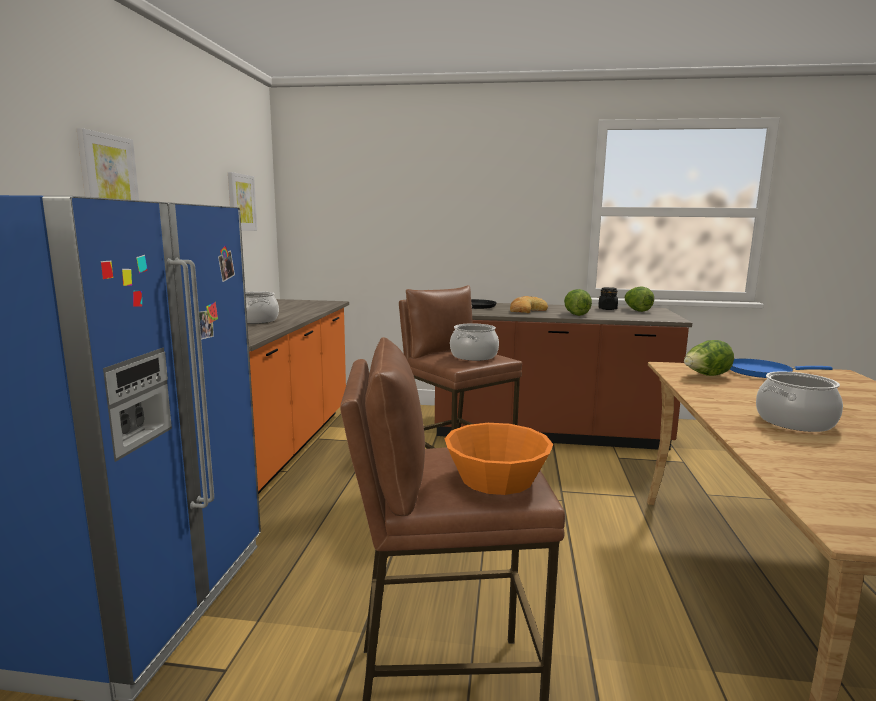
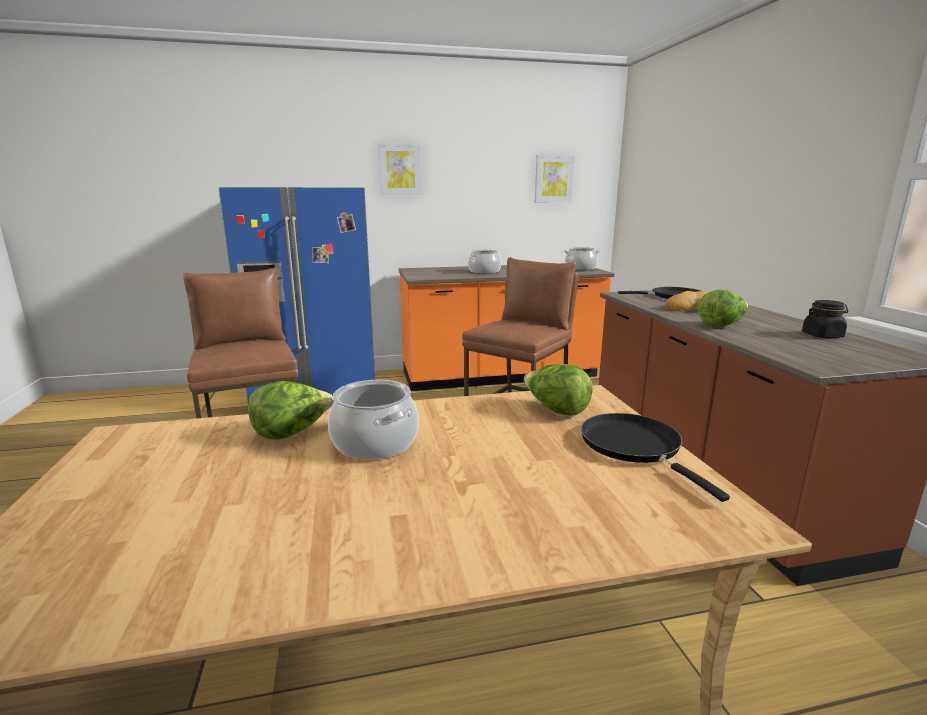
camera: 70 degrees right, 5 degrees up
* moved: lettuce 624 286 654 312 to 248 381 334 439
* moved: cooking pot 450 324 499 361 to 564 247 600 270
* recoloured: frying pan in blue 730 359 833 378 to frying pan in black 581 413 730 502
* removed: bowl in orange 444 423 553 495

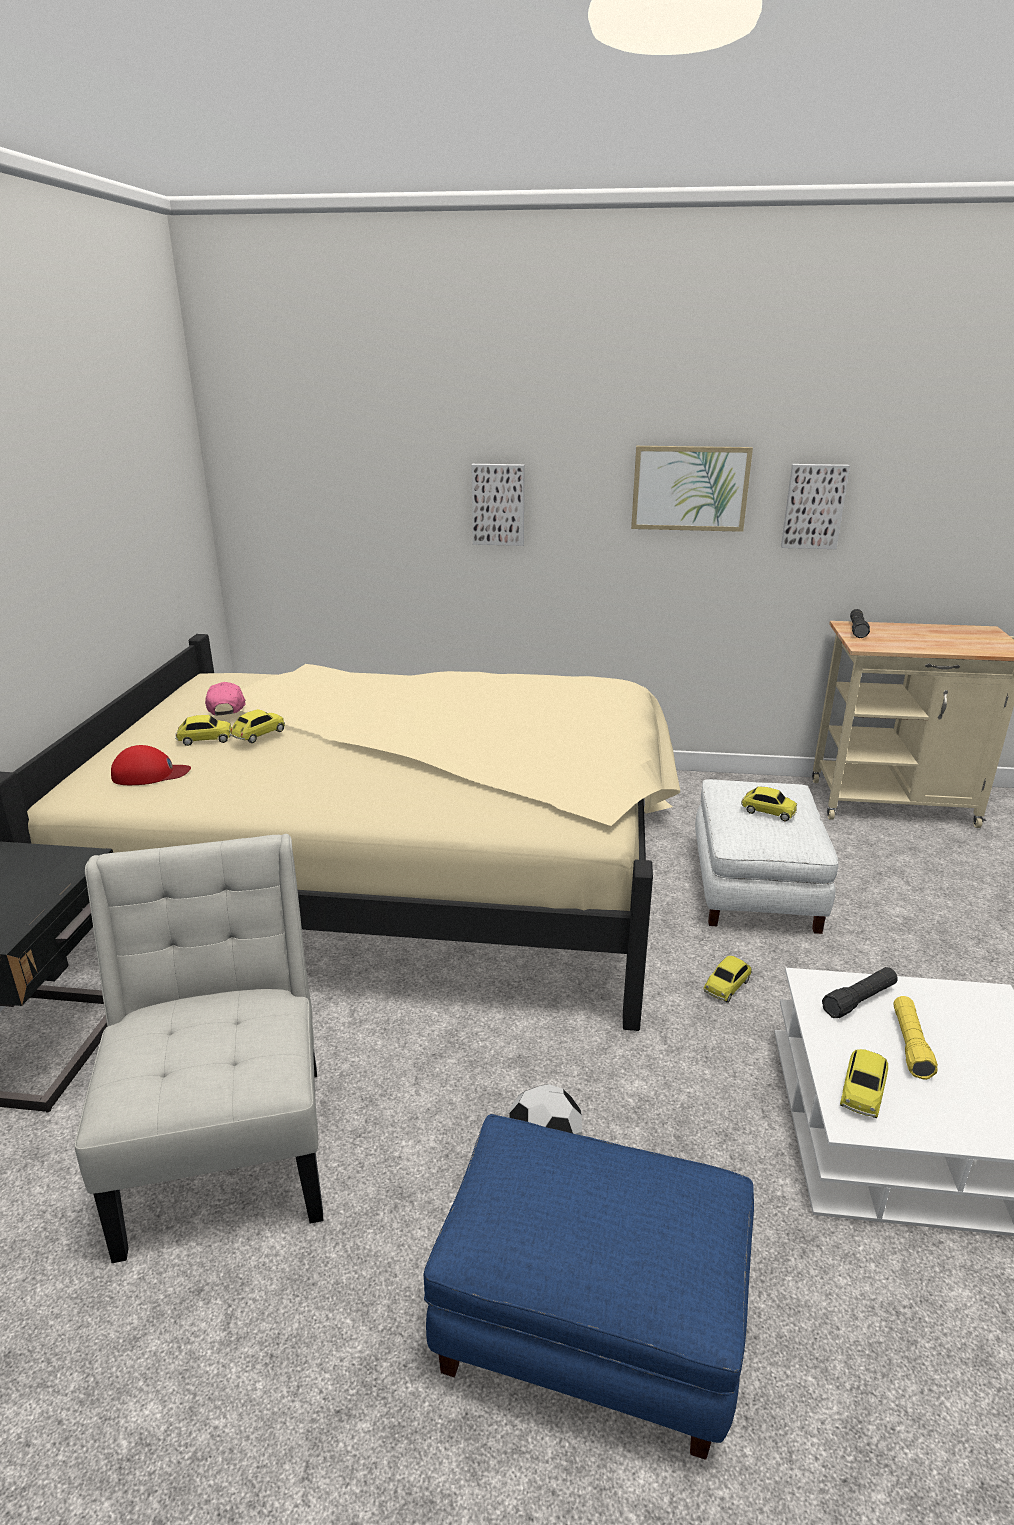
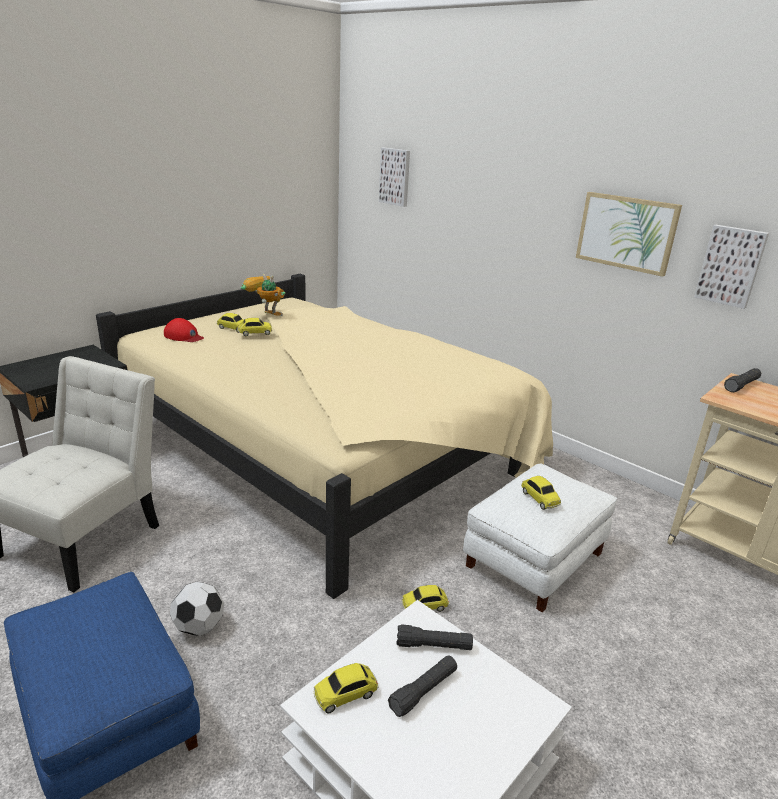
camera: 35 degrees right, 0 degrees up
* replaced: cap in pink 205 682 246 715 to toy robot 241 274 286 316
* moved: picture 471 464 525 546 to 379 148 410 207
* recoloured: flashlight in yellow 894 996 938 1080 to flashlight in black 388 656 457 717

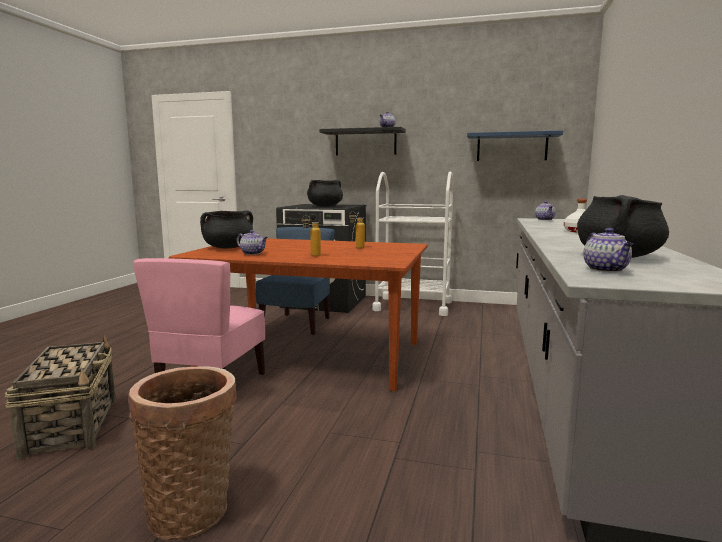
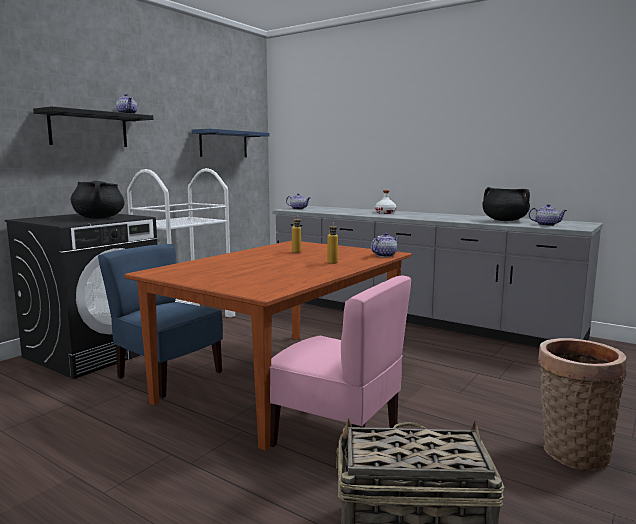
camera: 70 degrees left, 0 degrees up
* moved: teapot 237 230 268 255 to 371 232 399 257
* removed: cooking pot in black 200 210 253 248

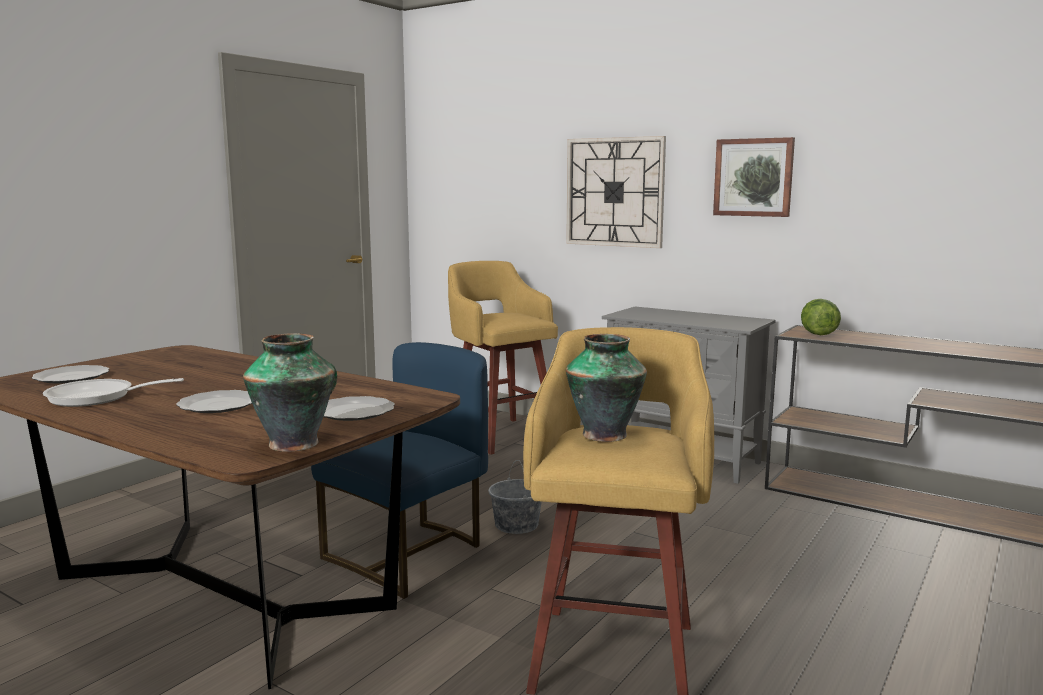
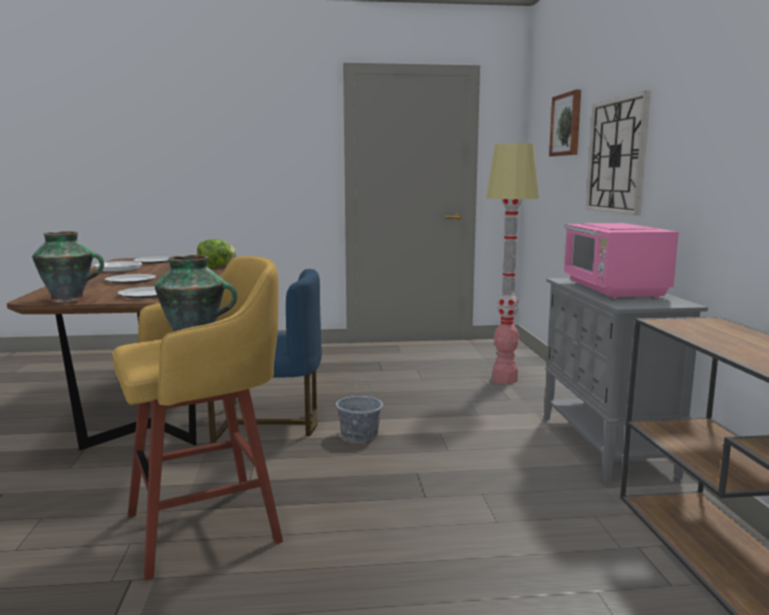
camera: 50 degrees right, 0 degrees up
* moved: lettuce 801 299 841 335 to 197 239 237 268
* replaced: stool in yellow 448 261 558 455 to floor lamp 486 143 539 384
* moved: picture 713 137 795 217 to 549 90 581 157
* added: microwave in pink 564 223 679 299

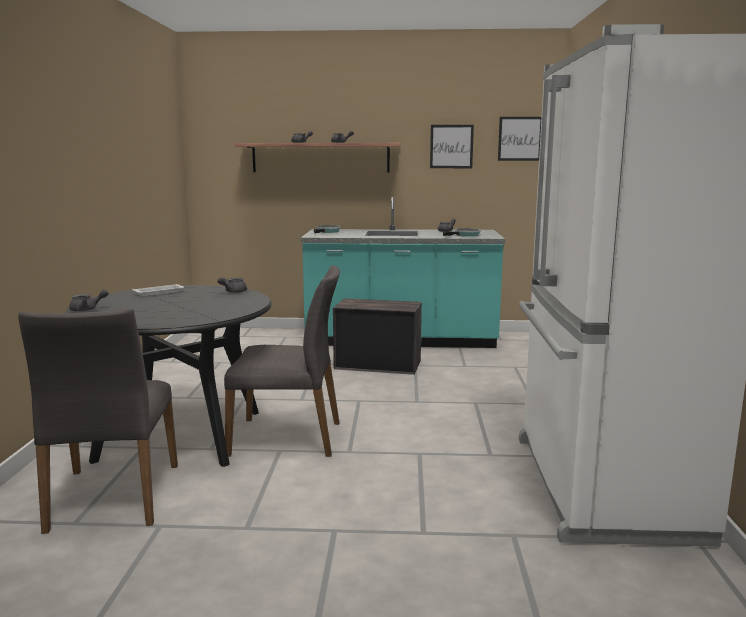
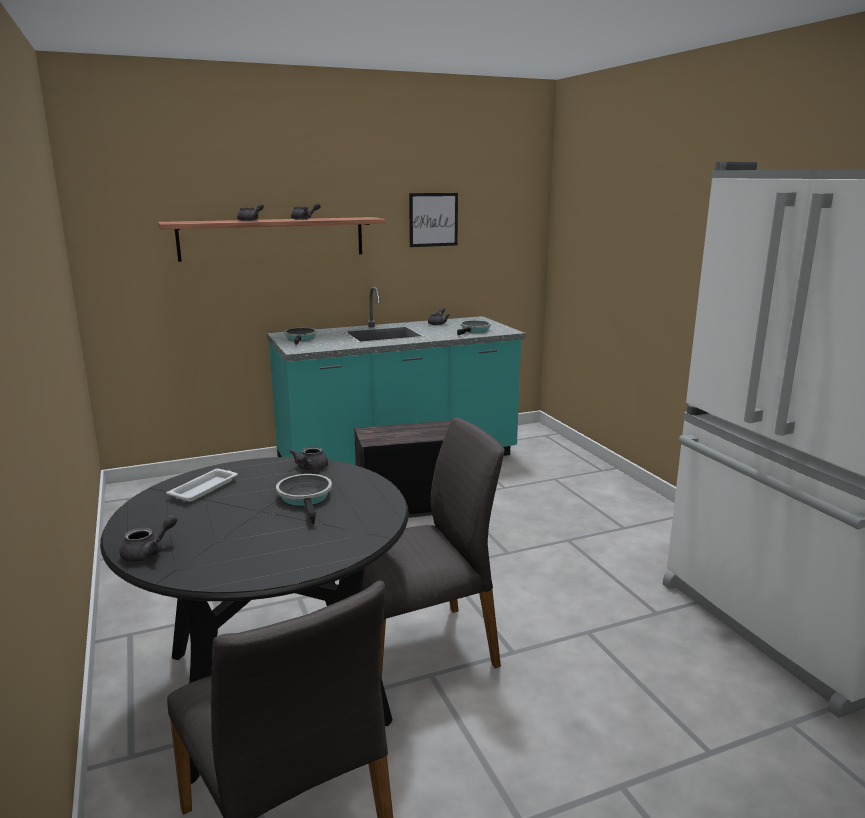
camera: 25 degrees left, 5 degrees up
* added: frying pan 276 474 332 524
* removed: picture 498 117 542 161

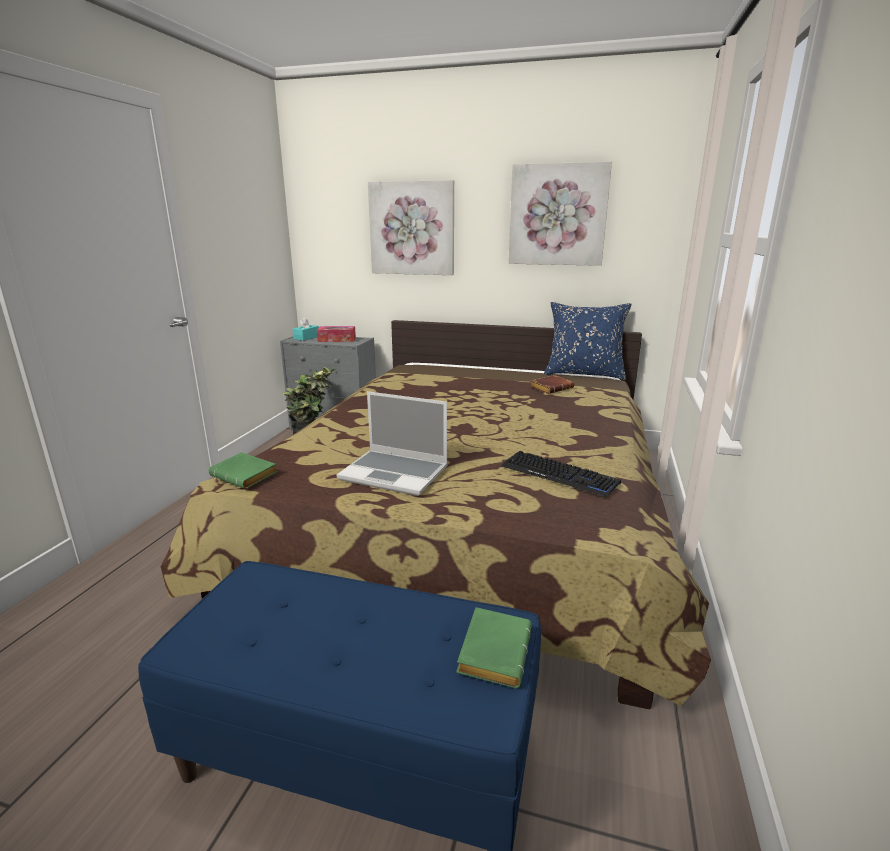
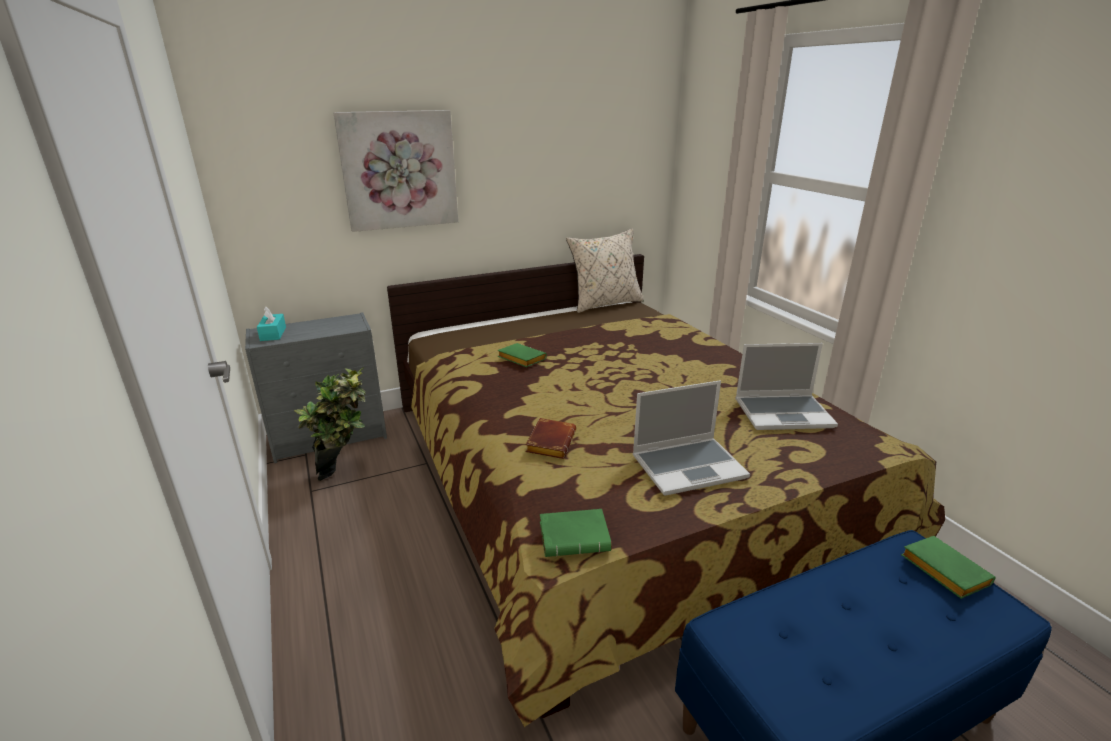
camera: 40 degrees left, 5 degrees up
* added: book in green 498 343 547 367
* moved: book in brown 530 375 574 394 to 525 418 576 459
* recoloured: pillow in blue 544 302 631 380 to pillow in beige 566 229 644 313
* replaced: keyboard 501 451 621 497 to laptop 735 343 838 430
* removed: tissue box 317 326 356 342
* removed: picture 508 162 612 266

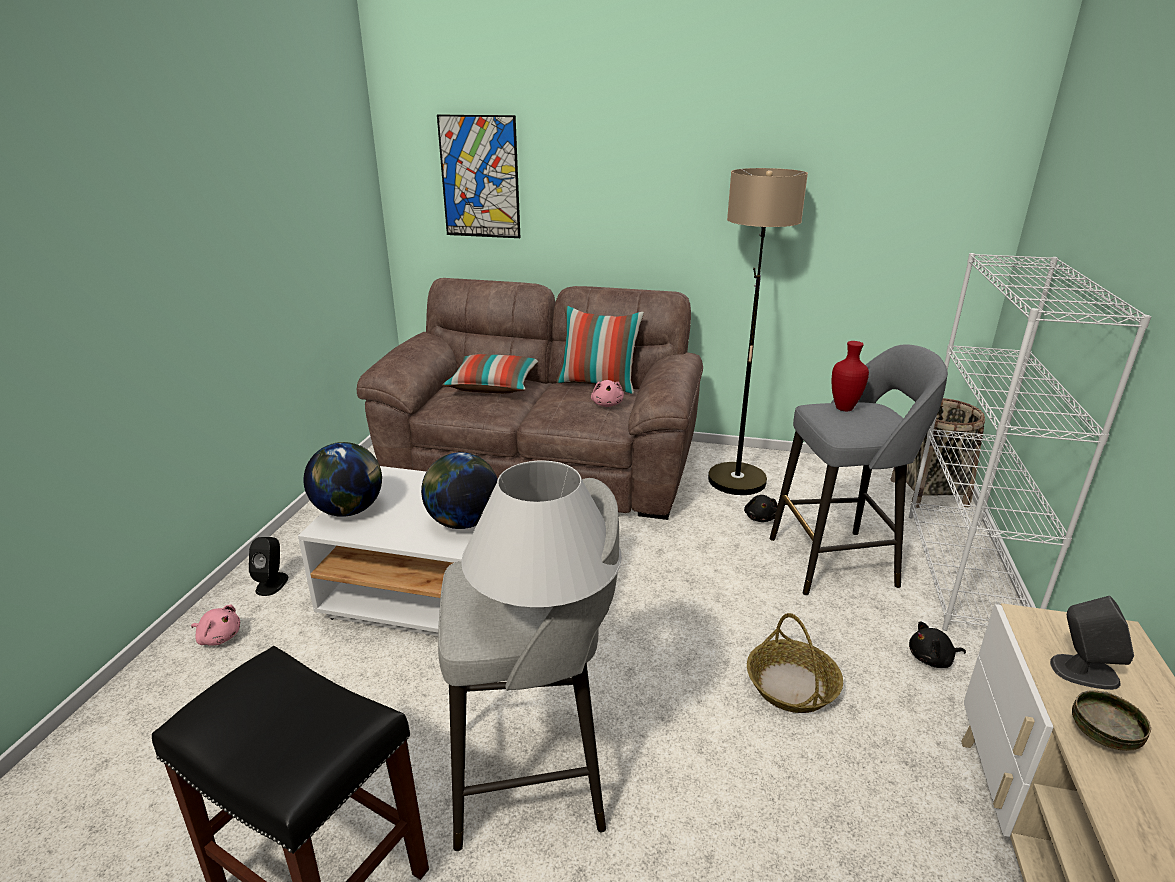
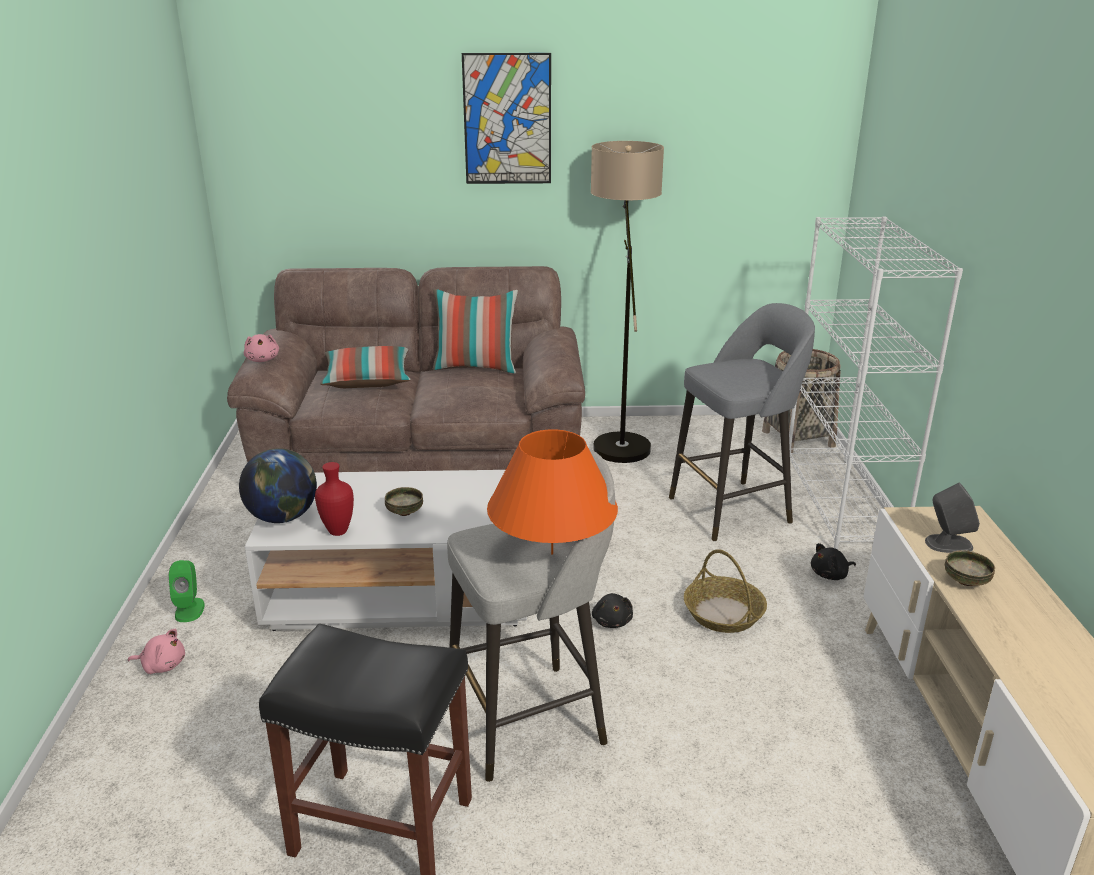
camera: 15 degrees left, 0 degrees up
* recoloured: speaker in black 249 537 288 596 to speaker in green 168 560 205 622
* moved: plush toy in pink 591 380 624 407 to 244 334 279 362
* moved: vase in red 832 341 869 411 to 315 462 354 536
* replaced: globe 421 452 498 529 to bowl 385 487 423 516
* moved: picture 437 115 521 238 to 462 53 551 184
* recoloured: table lamp in white 461 461 622 610 to table lamp in orange 487 429 618 555
* moved: plush toy in black 744 495 778 522 to 592 593 633 628

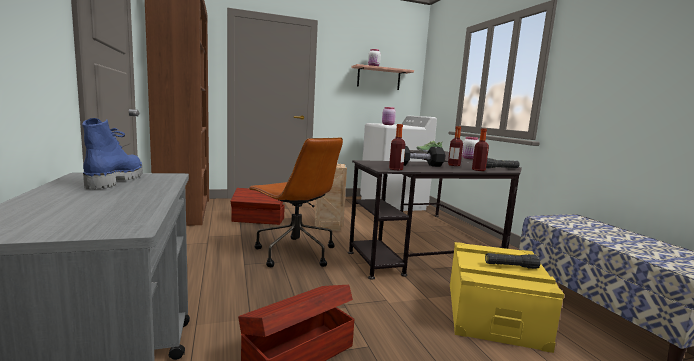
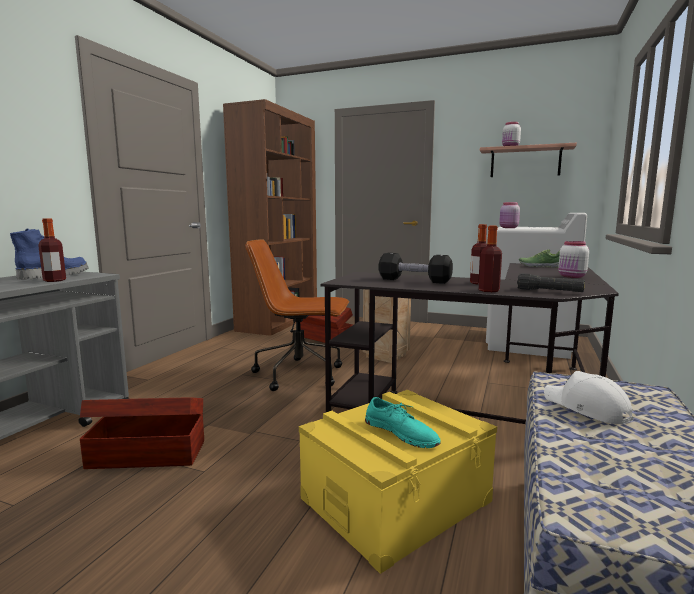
camera: 40 degrees right, 0 degrees up
* moved: bottle 389 124 405 170 to 38 218 66 282
* turned: office chair in brown 248 137 343 267 = 245 239 349 391 105 degrees clockwise
* replaced: flashlight in black 485 253 541 269 to shoe in turquoise 365 397 441 448
* added: cap in white 544 371 634 424

